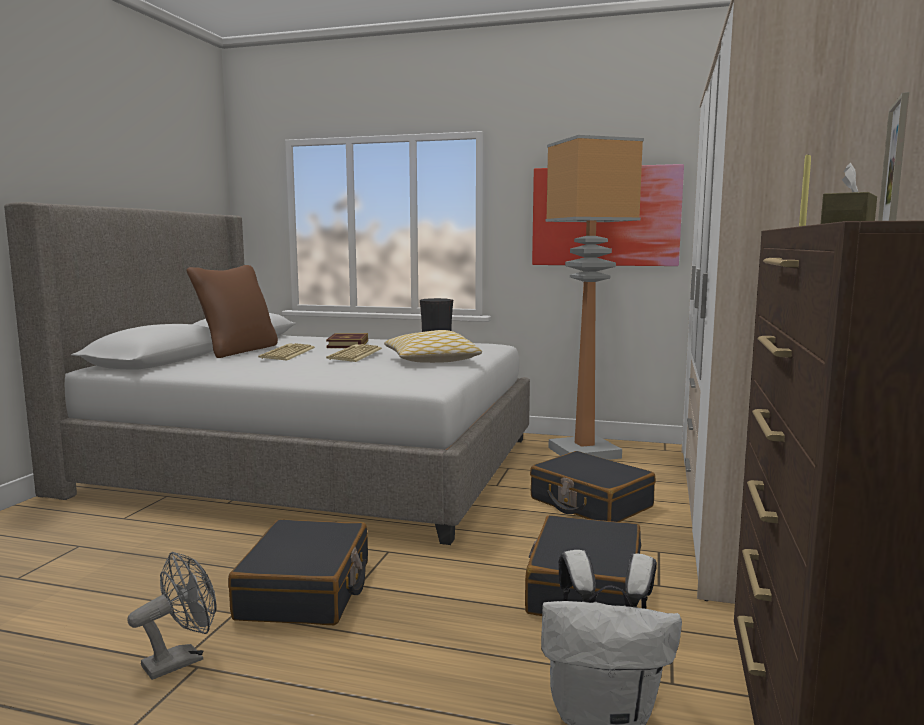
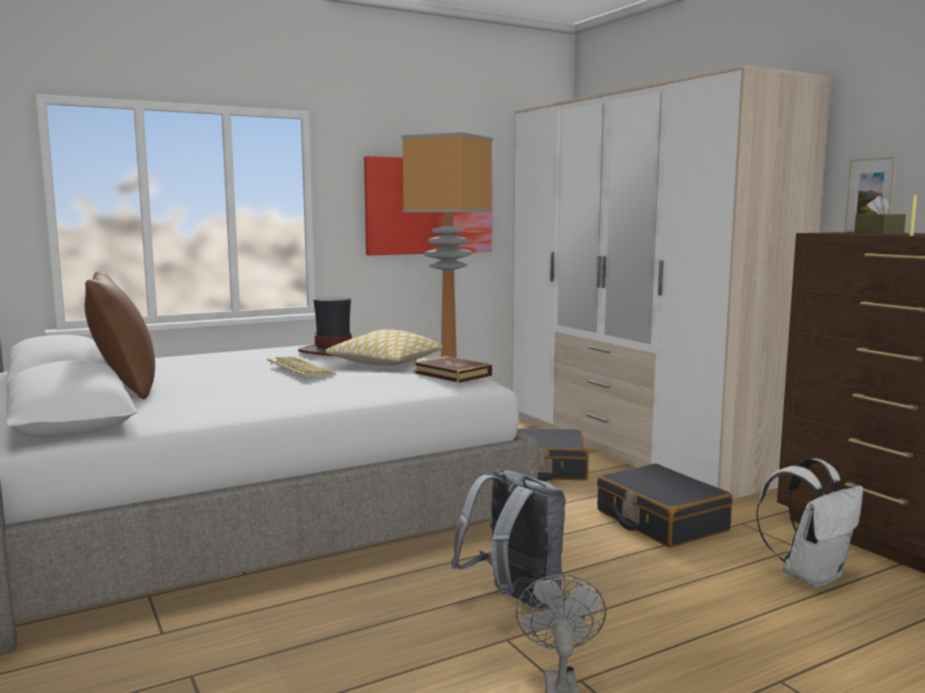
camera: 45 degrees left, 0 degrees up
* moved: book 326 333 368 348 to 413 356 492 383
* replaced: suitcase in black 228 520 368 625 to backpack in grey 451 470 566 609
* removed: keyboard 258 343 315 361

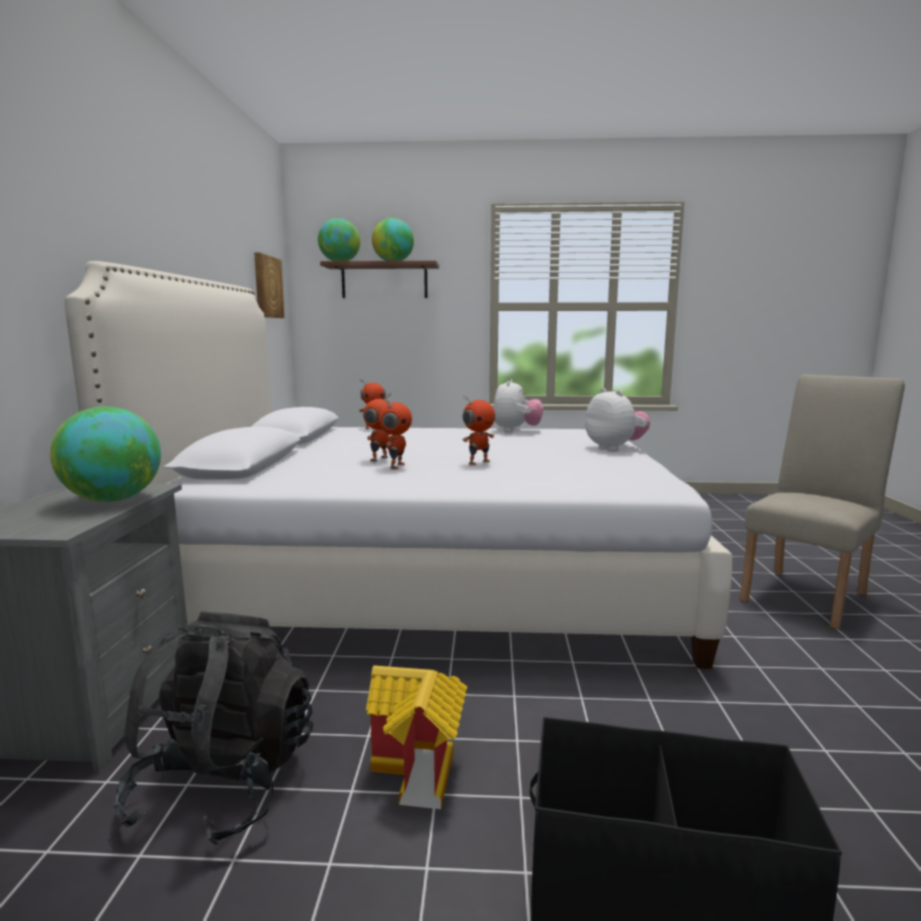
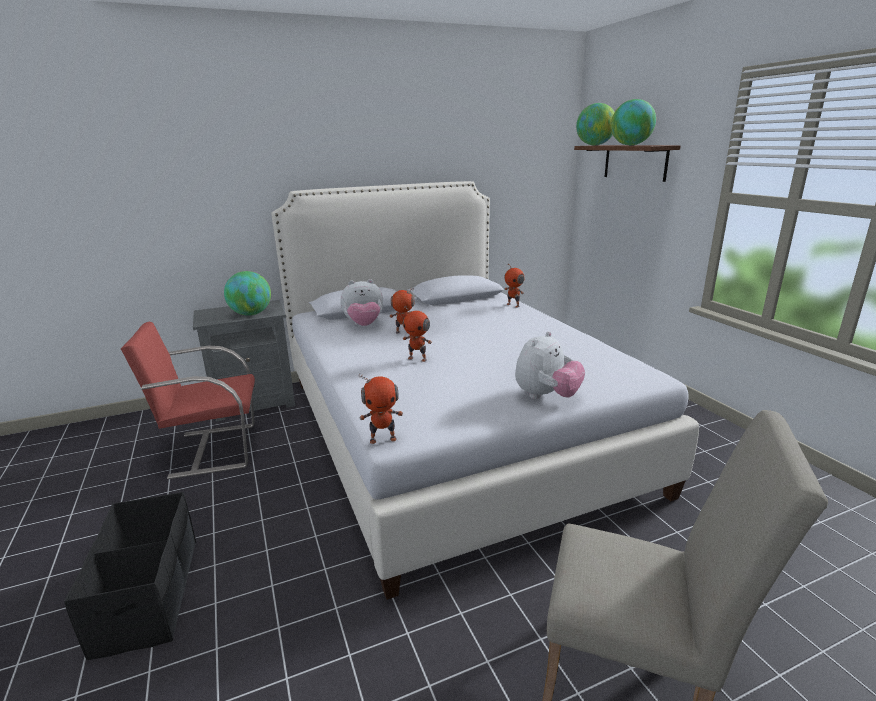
camera: 65 degrees right, 10 degrees up
* replaced: backpack in black 114 612 313 845 to chair in red 121 322 255 479
* moved: plush toy 493 379 543 432 to 340 279 383 326
* moved: toy robot 379 399 412 469 to 359 373 403 444
* removed: picture 254 252 284 318
* removed: toy house 366 665 467 809

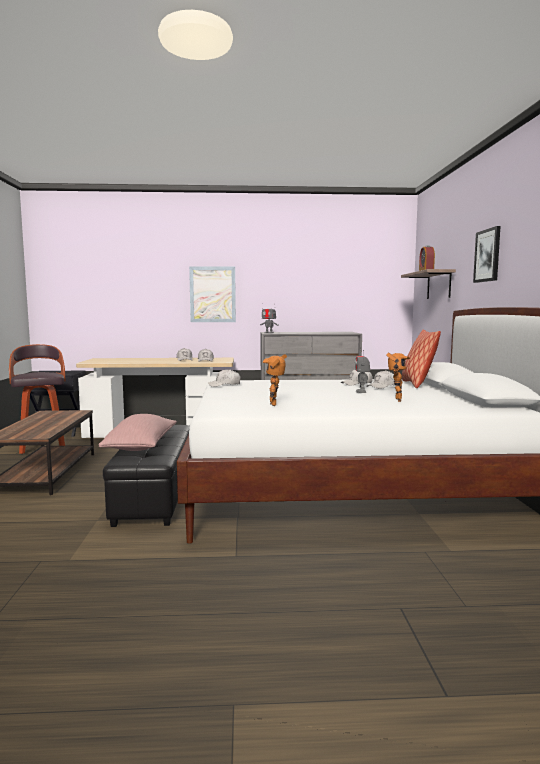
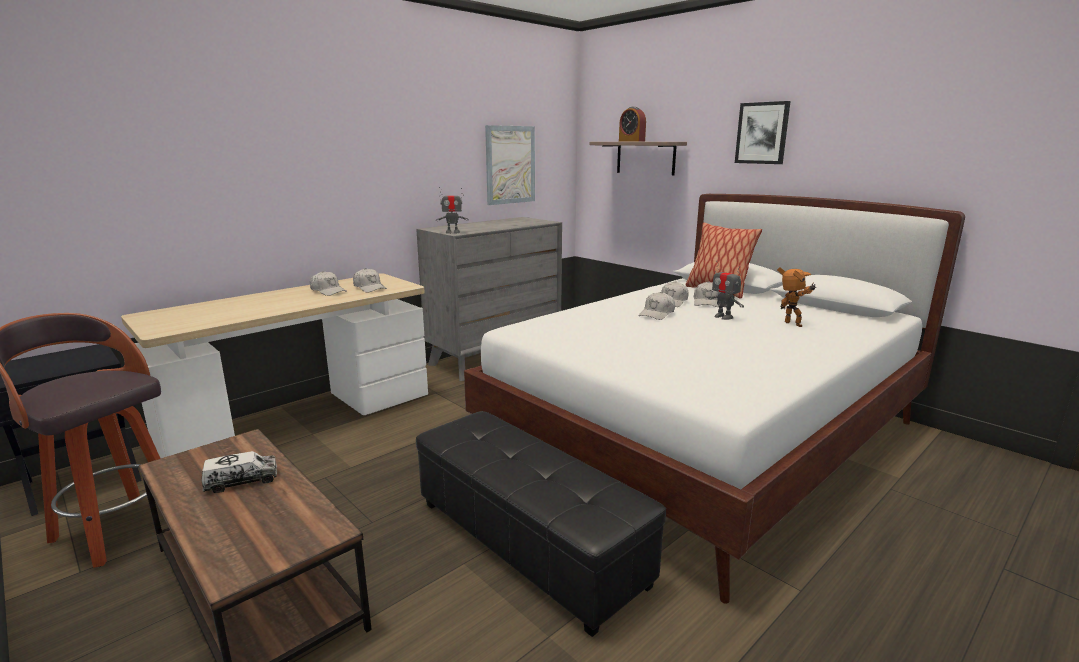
camera: 40 degrees left, 10 degrees up
* added: toy truck 201 451 277 493
* moved: picture 189 266 236 322 to 485 125 535 205
* moved: cap in white 208 369 241 387 to 638 292 675 320
* removed: pillow in pink 99 414 177 451
* removed: toy robot 263 354 287 406

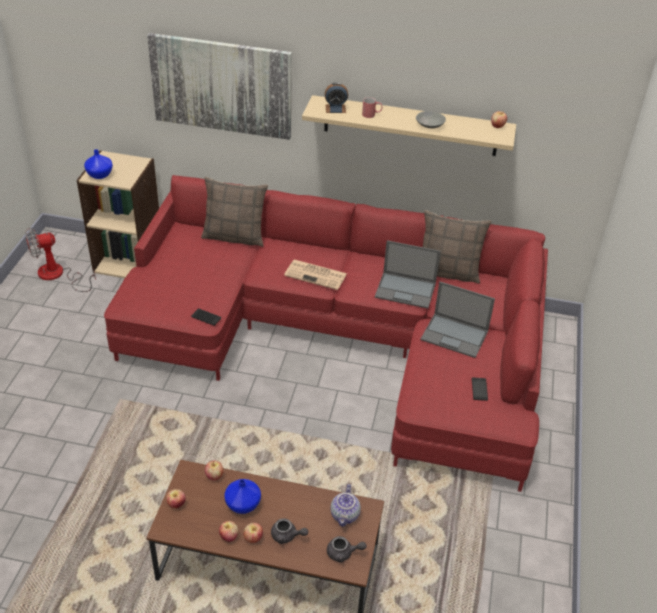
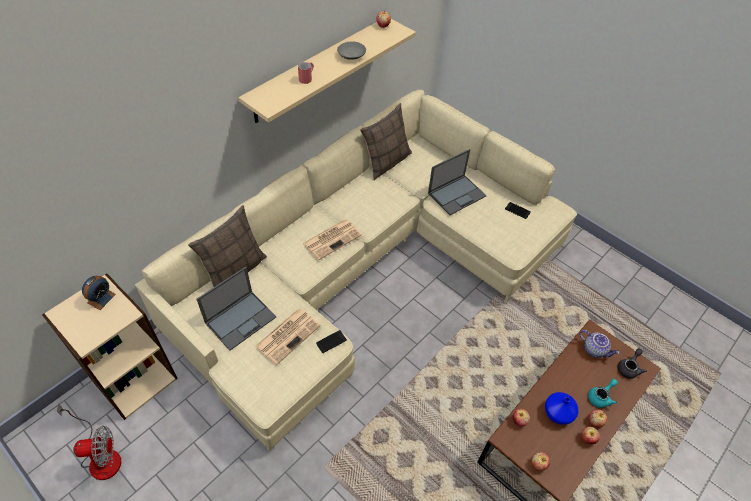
camera: 60 degrees left, 10 degrees up
* turned: fan 25 227 96 292 = 57 404 121 480 105 degrees counterclockwise
* moved: alarm clock 325 82 348 113 to 82 276 116 310
* recoloured: sofa in red 104 175 548 492 to sofa in beige 135 90 577 451
* moved: laptop 375 240 441 309 to 196 267 276 351
* added: newspaper 255 309 321 365
* recoloured: teapot in grey 271 518 308 544 to teapot in turquoise 588 379 618 408
* removed: vase in blue 84 149 113 179
* removed: picture 147 33 292 140

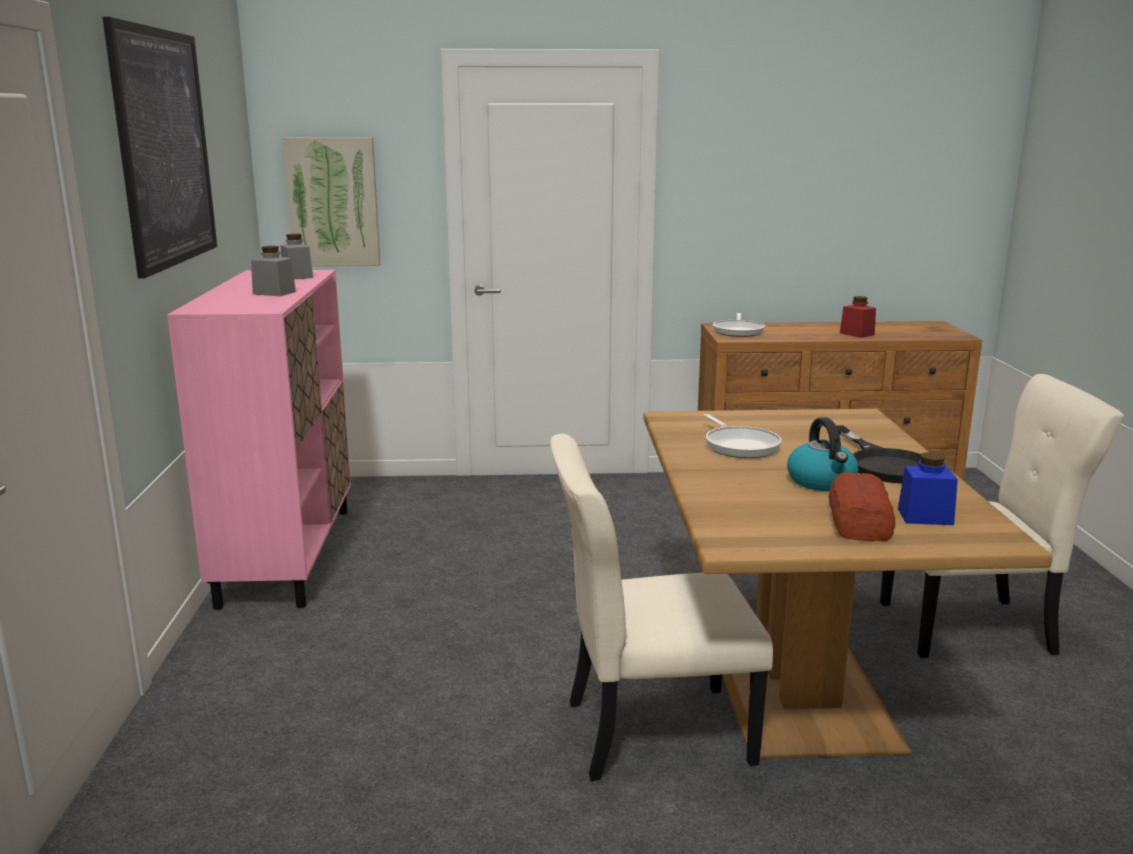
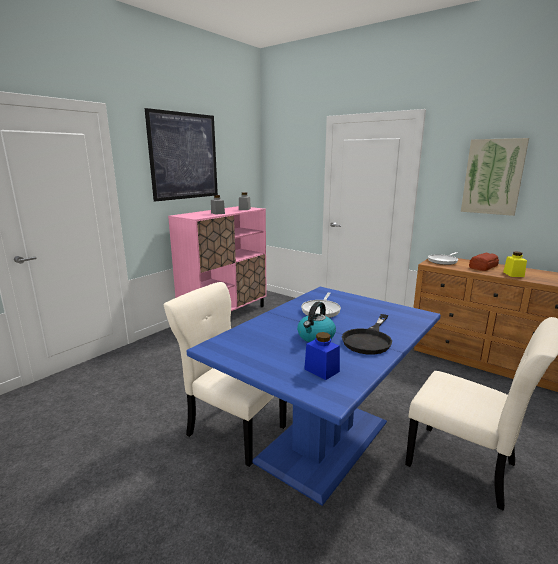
camera: 40 degrees right, 0 degrees up
* recoloured: dining table in brown 643 409 1052 759 to dining table in blue 187 287 441 506
* moved: picture 283 137 381 266 to 461 138 529 216
* moved: bread 829 472 895 541 to 469 253 499 271
* recoloured: jar in red 840 296 876 338 to jar in yellow 503 252 527 277

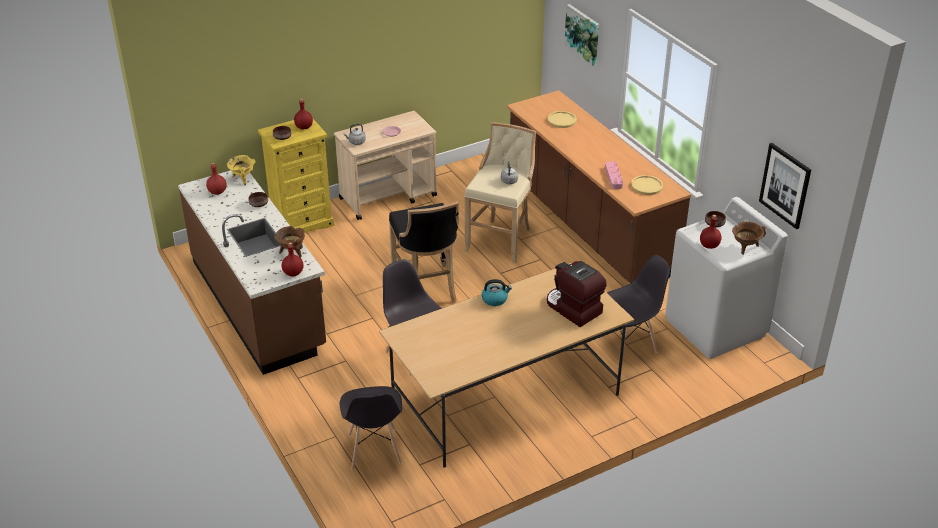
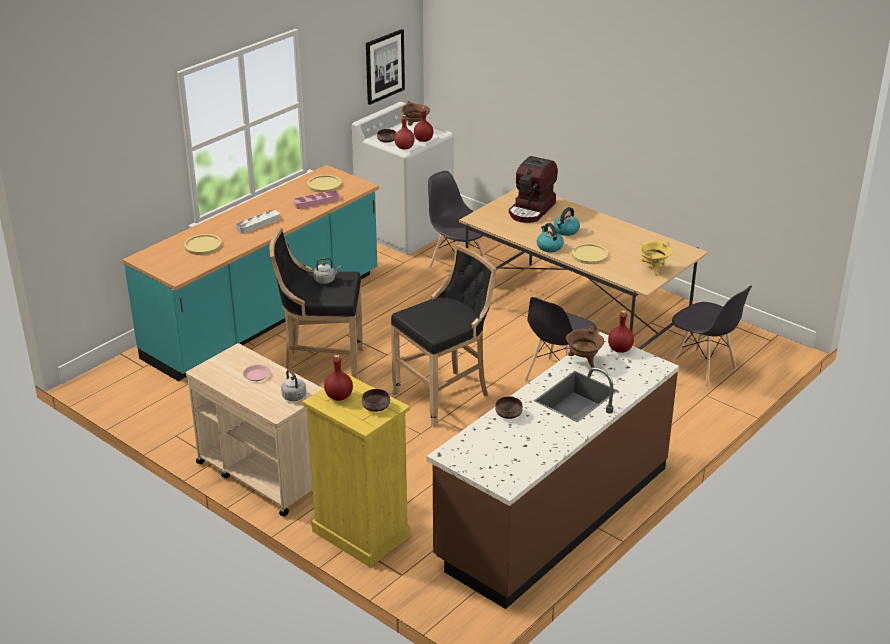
camera: 110 degrees left, 5 degrees down
* recoloured: counter in brown 507 90 691 283 to counter in turquoise 123 165 379 381
* added: tray in grey 236 210 280 234
* recoloured: stool in beige 464 122 536 263 to stool in black 270 228 364 379
* moved: bottle in red 206 163 227 195 to 395 115 415 149
* added: kettle 553 207 580 236
* added: plate in yellow 572 244 608 264
* moved: cooking pot in yellow 227 155 256 185 to 640 241 672 276
* turned: chair in grey 340 386 402 470 = 671 286 752 389 75 degrees clockwise
* removed: picture 564 4 599 66

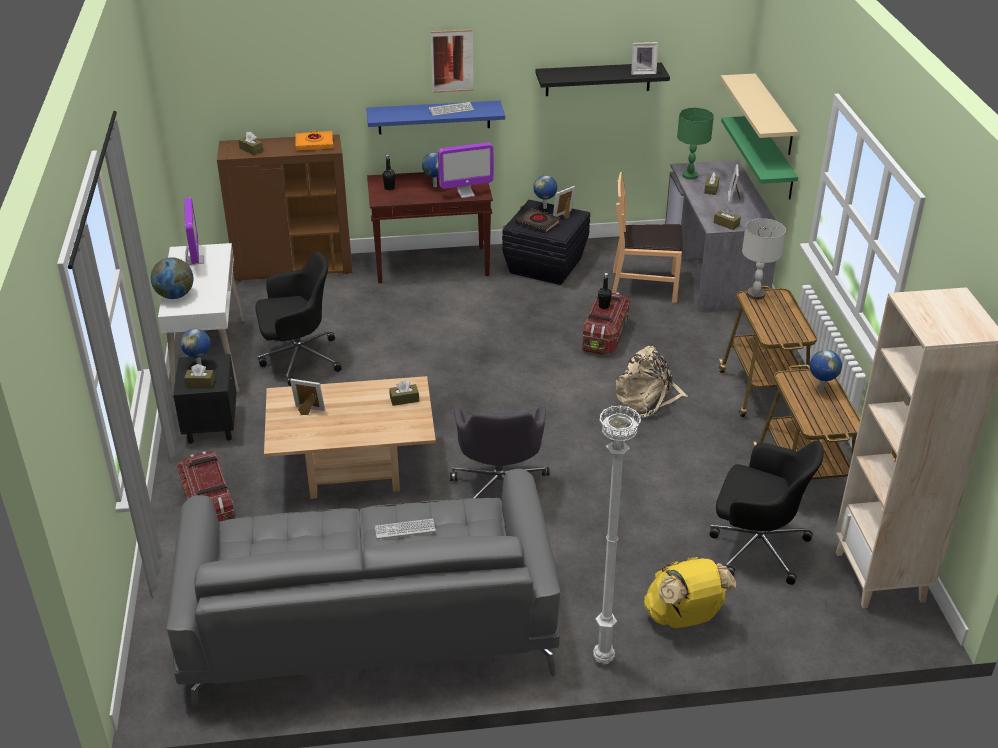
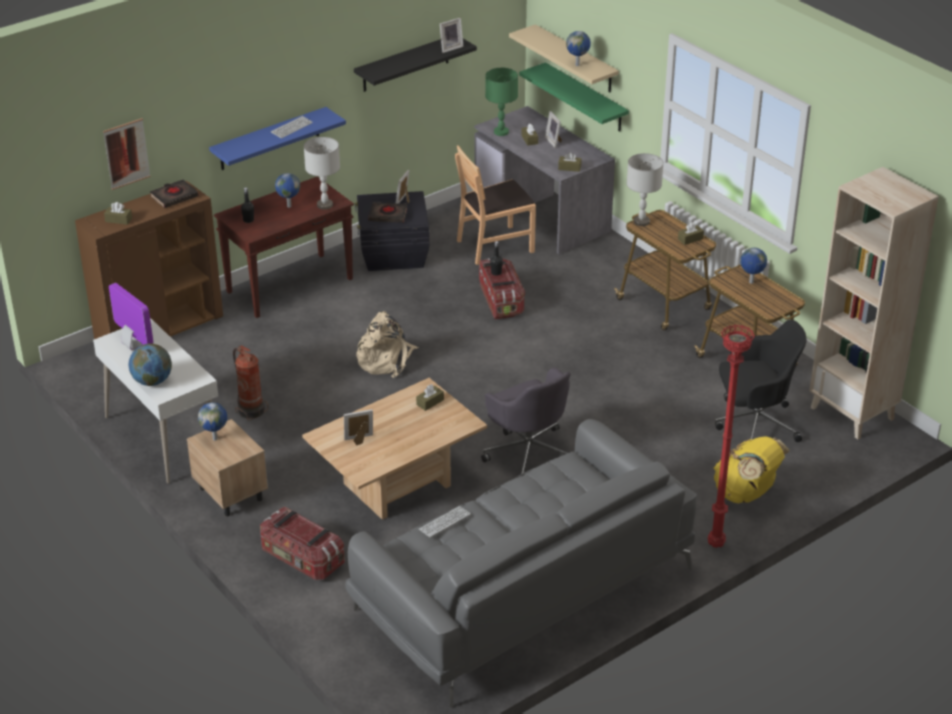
camera: 30 degrees left, 0 degrees up
* moved: picture 431 30 473 93 to 103 118 151 190
* recoloured: book in orange 295 131 333 150 to book in black 150 179 199 208
* recoloured: nightstand in black 173 354 237 444 to nightstand in beige 187 419 268 517
* replaced: office chair in black 256 252 342 386 to fire extinguisher 233 345 269 421
* replaced: monitor 438 142 494 198 to table lamp in grey 304 137 340 210
* moved: backpack in beige 616 346 688 418 to 356 311 419 378
* moved: keyboard 375 519 436 539 to 419 506 471 538
* moved: globe 533 175 557 209 to 566 31 591 66
* moved: tissue box in brown 184 364 215 387 to 678 222 704 245
* recoloured: floor lamp in white 593 405 641 664 to floor lamp in red 708 324 755 548

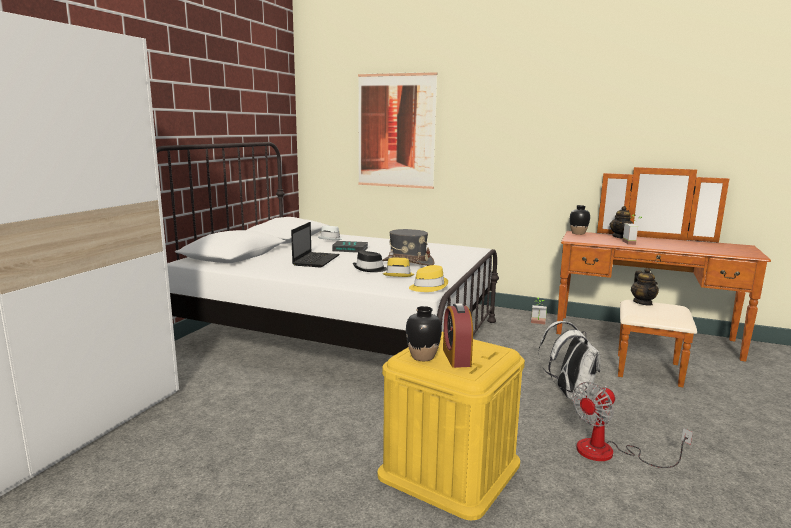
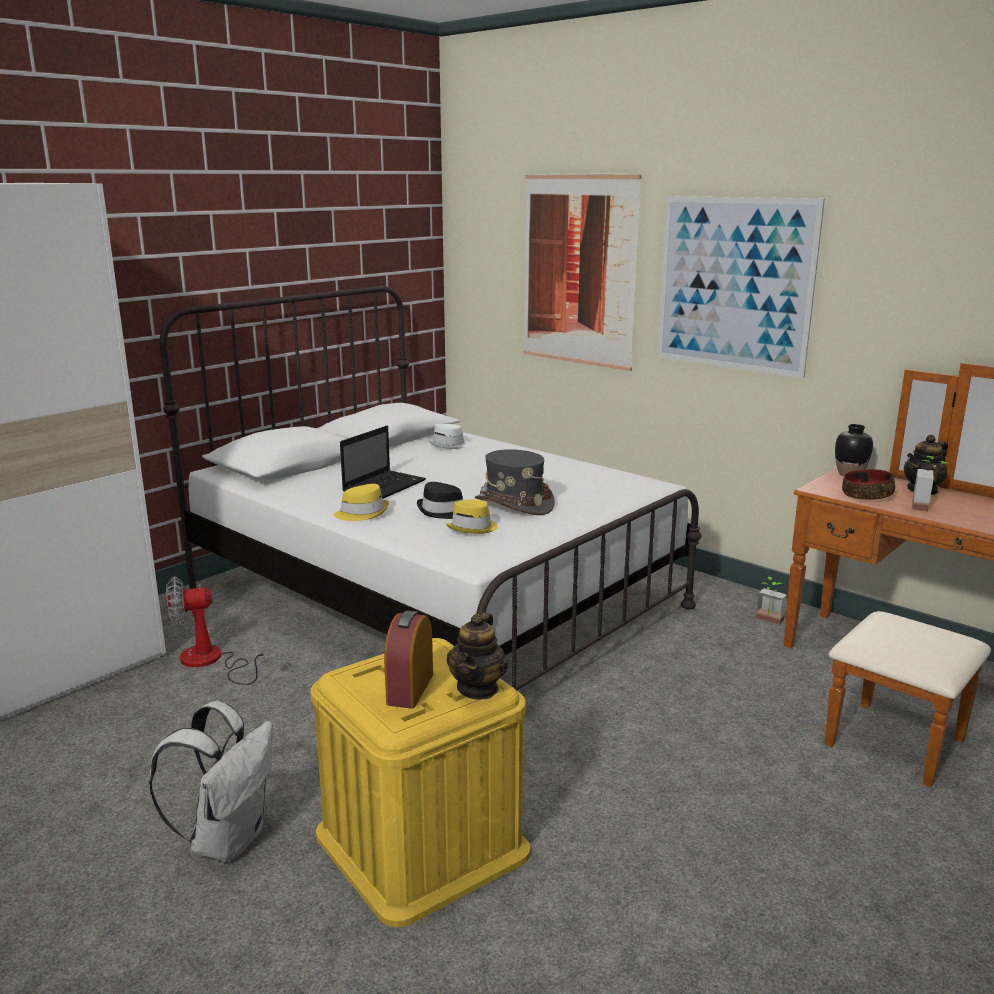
camera: 20 degrees right, 5 degrees up
* moved: backpack in white 538 321 601 399 to 149 701 273 862
* moved: fan 572 382 693 468 to 166 576 265 685
* moved: hat in yellow 409 265 448 292 to 334 484 389 521
* moved: teapot 631 268 659 306 to 446 612 508 700
* added: picture 657 196 825 378
* added: bowl 842 469 895 500
* removed: book 332 241 368 253
* removed: vase in black 406 306 442 361

